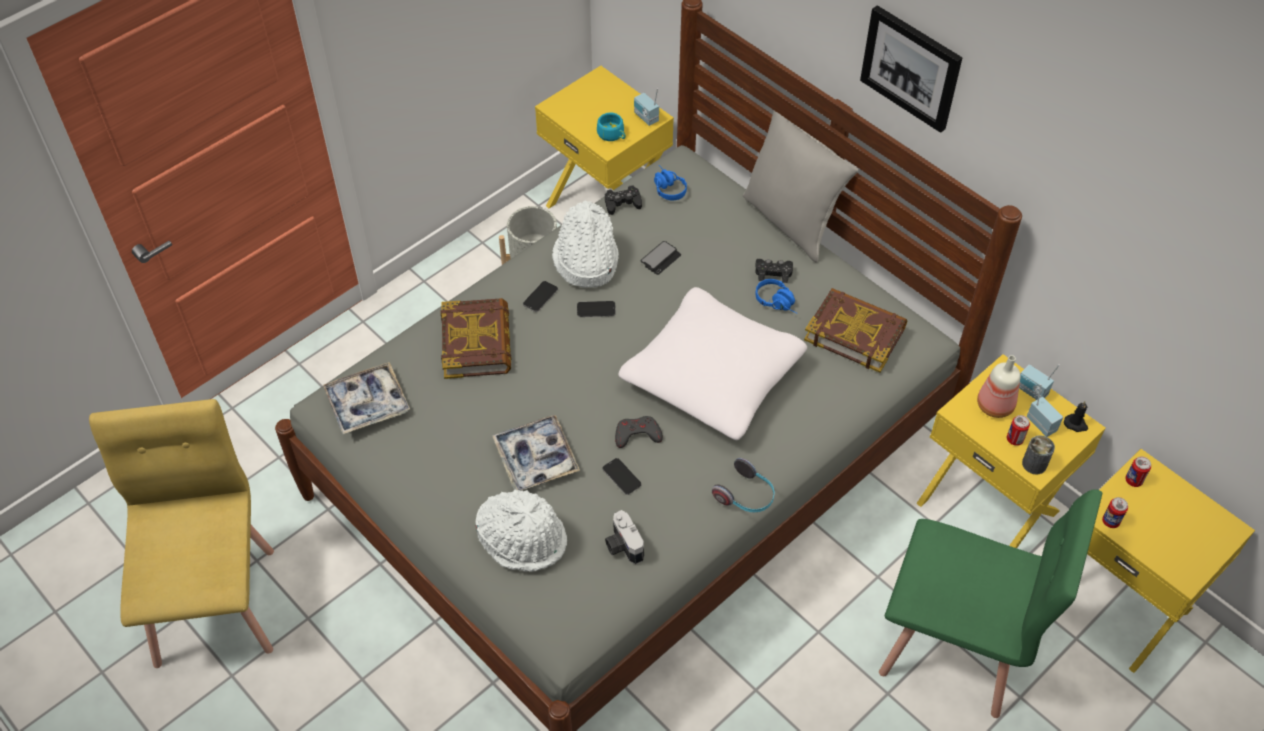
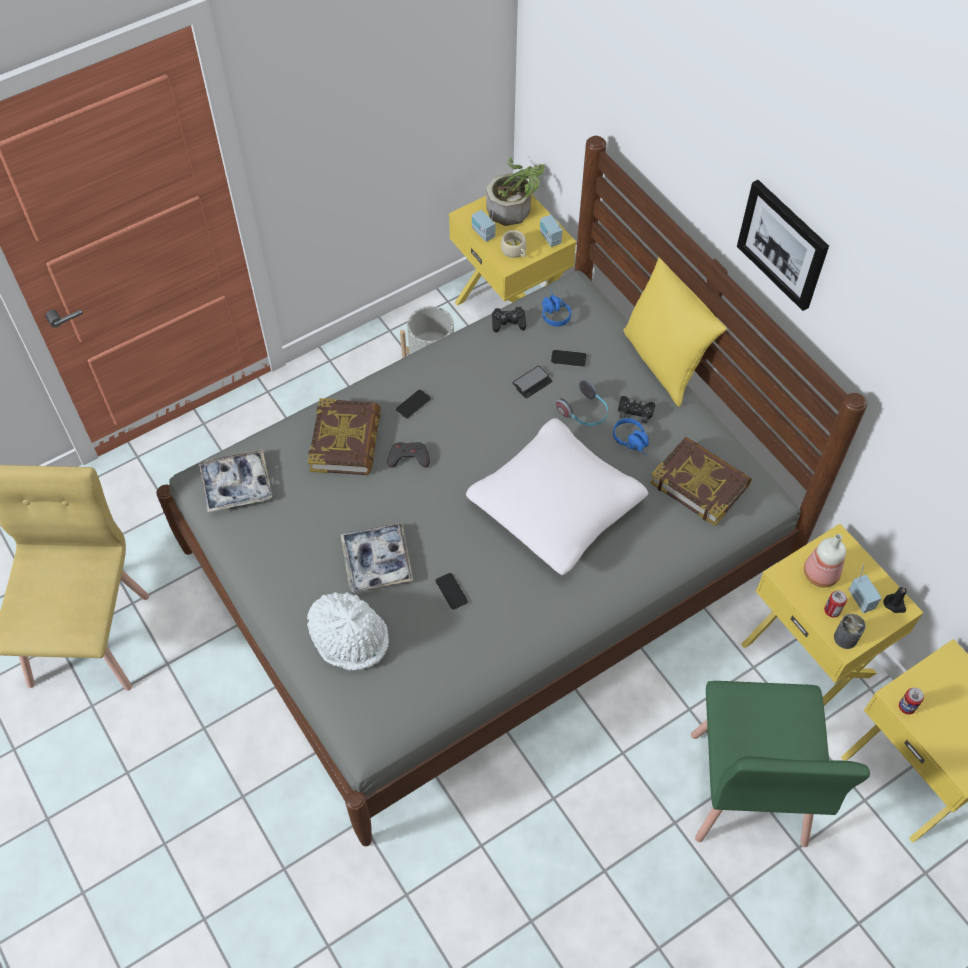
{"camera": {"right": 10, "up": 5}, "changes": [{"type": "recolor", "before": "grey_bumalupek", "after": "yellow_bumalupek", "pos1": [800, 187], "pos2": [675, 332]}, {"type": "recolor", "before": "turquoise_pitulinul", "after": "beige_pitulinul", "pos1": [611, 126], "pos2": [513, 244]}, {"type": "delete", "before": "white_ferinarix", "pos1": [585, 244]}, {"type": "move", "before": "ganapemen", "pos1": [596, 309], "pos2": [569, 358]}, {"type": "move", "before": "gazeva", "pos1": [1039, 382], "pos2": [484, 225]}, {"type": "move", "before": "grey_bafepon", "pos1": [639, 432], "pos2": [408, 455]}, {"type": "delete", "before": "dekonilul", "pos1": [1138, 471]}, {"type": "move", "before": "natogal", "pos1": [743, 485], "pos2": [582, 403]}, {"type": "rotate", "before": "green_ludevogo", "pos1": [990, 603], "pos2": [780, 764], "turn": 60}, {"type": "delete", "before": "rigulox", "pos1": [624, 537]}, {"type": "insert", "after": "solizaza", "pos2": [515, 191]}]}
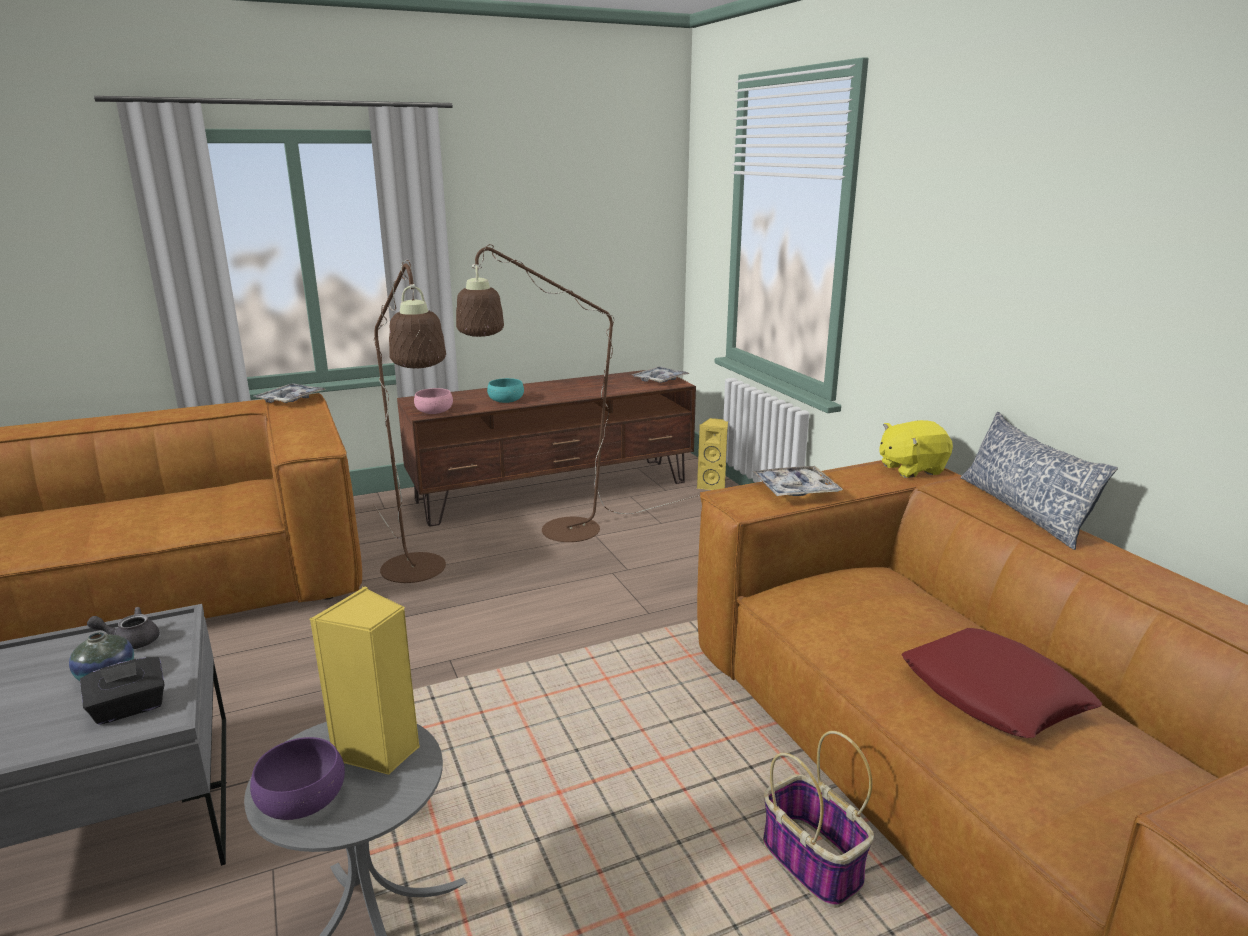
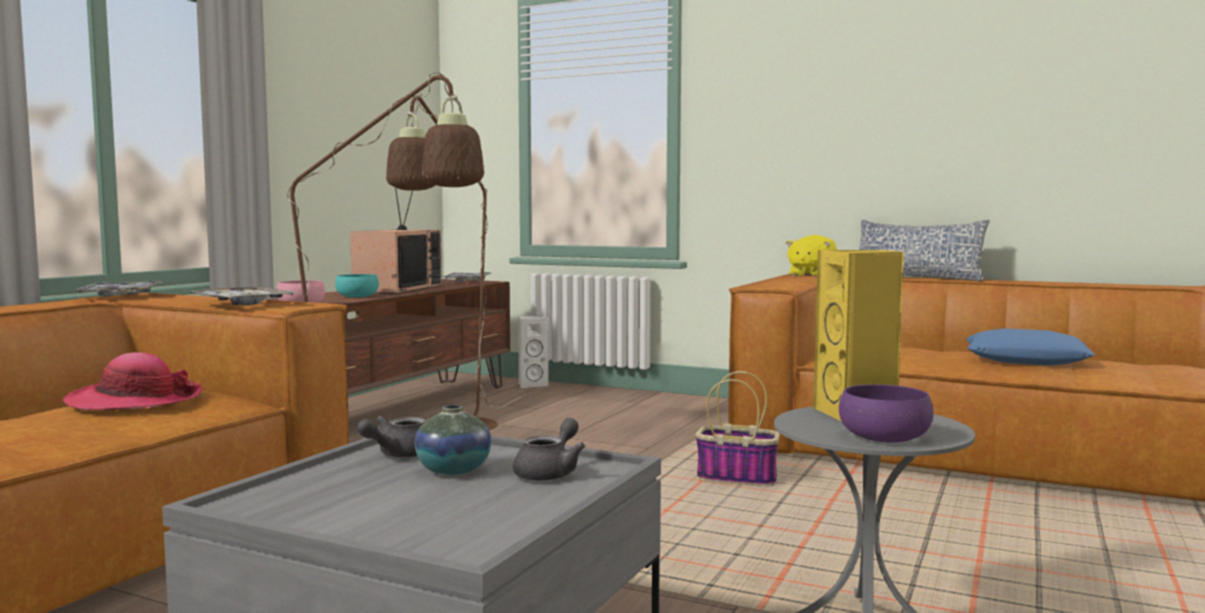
{"camera": {"right": -40, "up": -15}, "changes": [{"type": "recolor", "before": "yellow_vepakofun", "after": "white_vepakofun", "pos1": [712, 454], "pos2": [533, 351]}, {"type": "move", "before": "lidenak", "pos1": [798, 481], "pos2": [243, 296]}, {"type": "recolor", "before": "red_bumalupek", "after": "blue_bumalupek", "pos1": [1002, 683], "pos2": [1031, 347]}, {"type": "replace", "before": "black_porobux", "after": "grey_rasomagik", "pos1": [122, 691], "pos2": [549, 449]}, {"type": "move", "before": "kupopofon", "pos1": [818, 819], "pos2": [738, 429]}, {"type": "insert", "after": "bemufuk", "pos2": [396, 241]}, {"type": "insert", "after": "ferinarix", "pos2": [133, 381]}]}
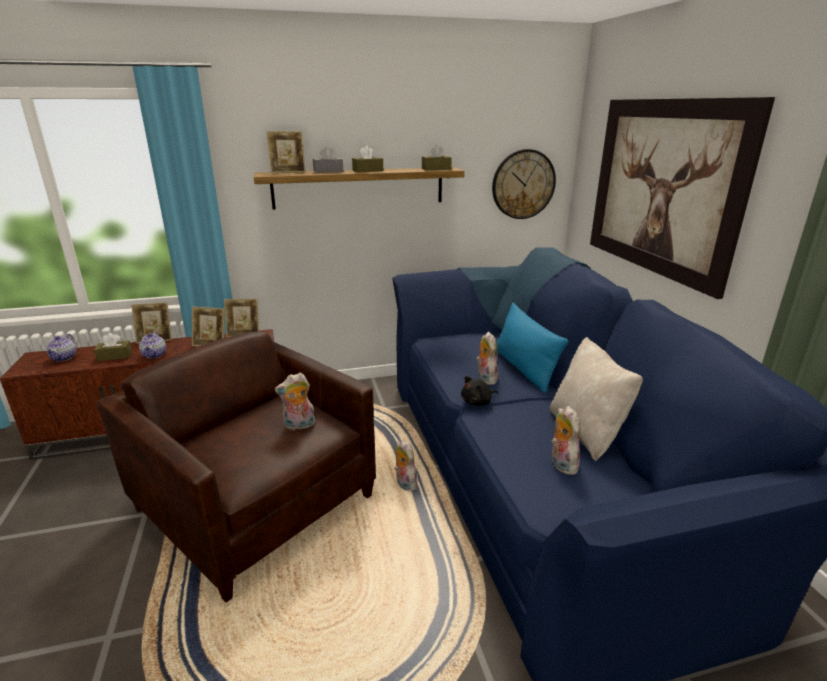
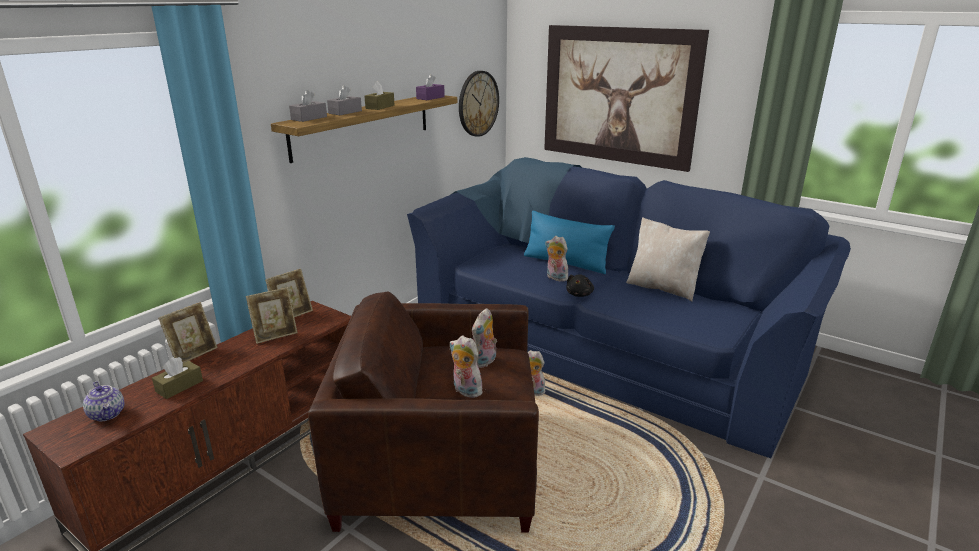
{"camera": {"right": -40, "up": 0}, "changes": [{"type": "replace", "before": "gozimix", "after": "grey_porobux", "pos1": [286, 152], "pos2": [308, 106]}, {"type": "recolor", "before": "brown_porobux", "after": "purple_porobux", "pos1": [437, 157], "pos2": [430, 87]}, {"type": "delete", "before": "rasomagik", "pos1": [152, 344]}, {"type": "move", "before": "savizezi", "pos1": [566, 440], "pos2": [467, 367]}]}
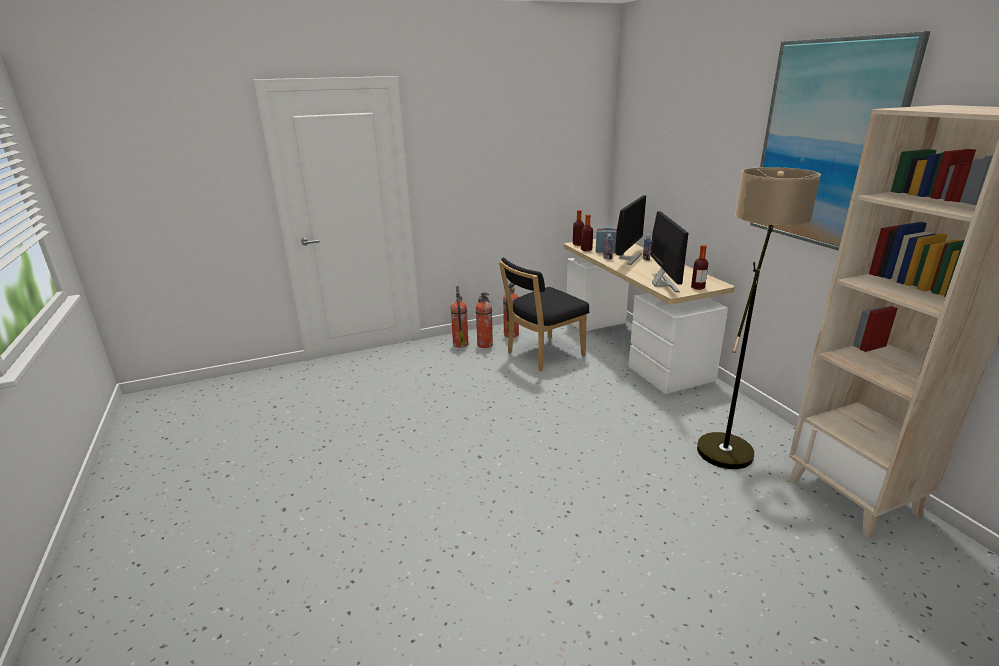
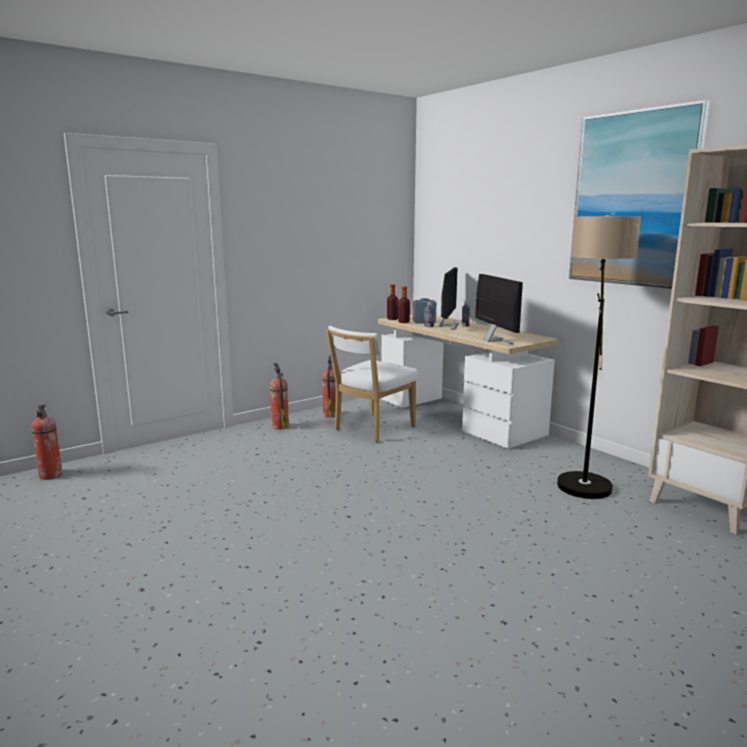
{"camera": {"right": -15, "up": -10}, "changes": [{"type": "delete", "before": "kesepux", "pos1": [700, 267]}, {"type": "recolor", "before": "black_ludevogo", "after": "white_ludevogo", "pos1": [544, 315], "pos2": [372, 384]}, {"type": "move", "before": "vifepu", "pos1": [484, 320], "pos2": [47, 442]}]}
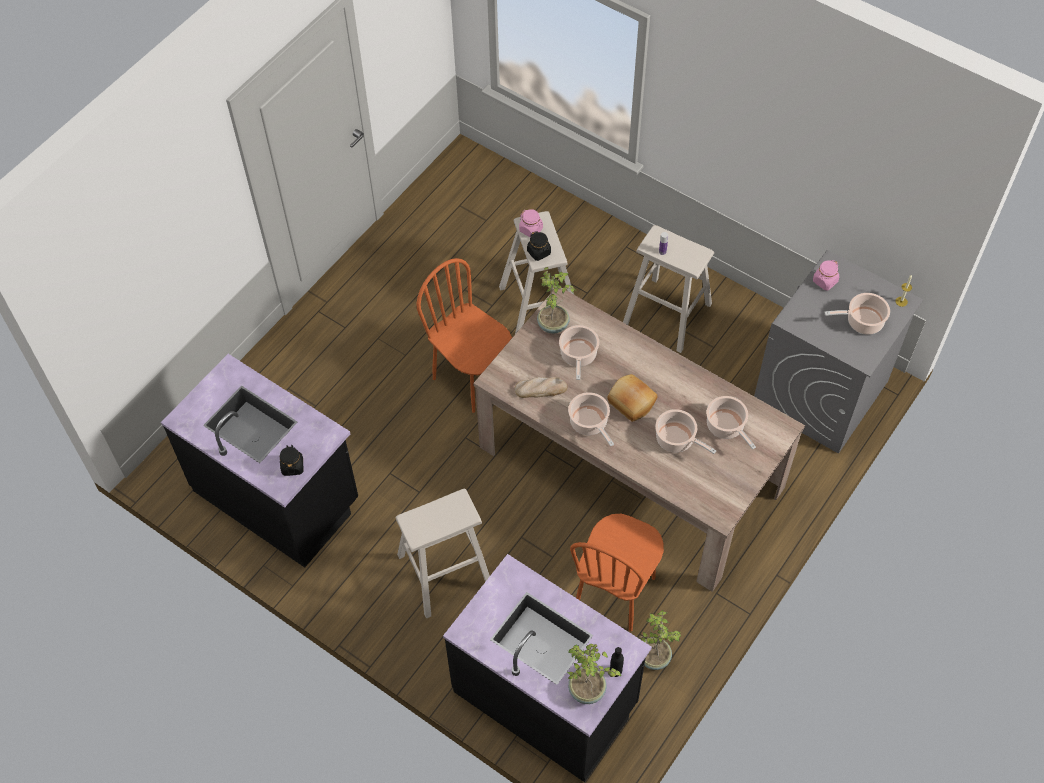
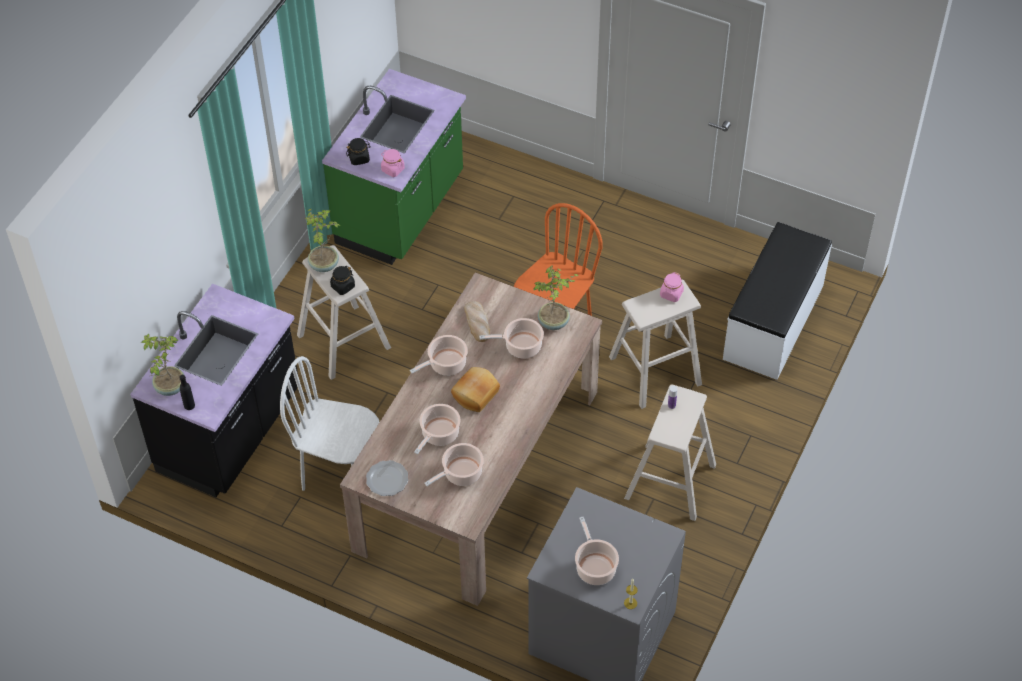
{"camera": {"right": 80, "up": -5}, "changes": [{"type": "move", "before": "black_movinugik", "pos1": [539, 246], "pos2": [342, 280]}, {"type": "move", "before": "pink_movinugik", "pos1": [826, 275], "pos2": [393, 163]}, {"type": "recolor", "before": "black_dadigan", "after": "green_dadigan", "pos1": [259, 460], "pos2": [394, 167]}, {"type": "recolor", "before": "orange_ludevogo", "after": "white_ludevogo", "pos1": [617, 573], "pos2": [329, 423]}, {"type": "move", "before": "solizaza", "pos1": [659, 640], "pos2": [322, 240]}, {"type": "insert", "after": "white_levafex", "pos2": [777, 301]}, {"type": "insert", "after": "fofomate", "pos2": [387, 478]}]}
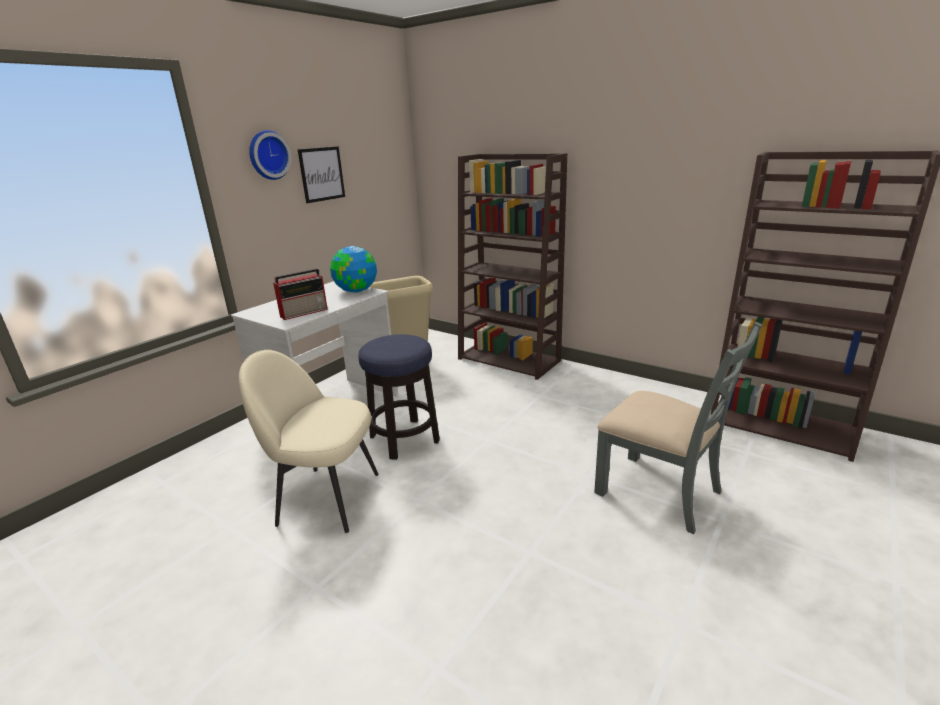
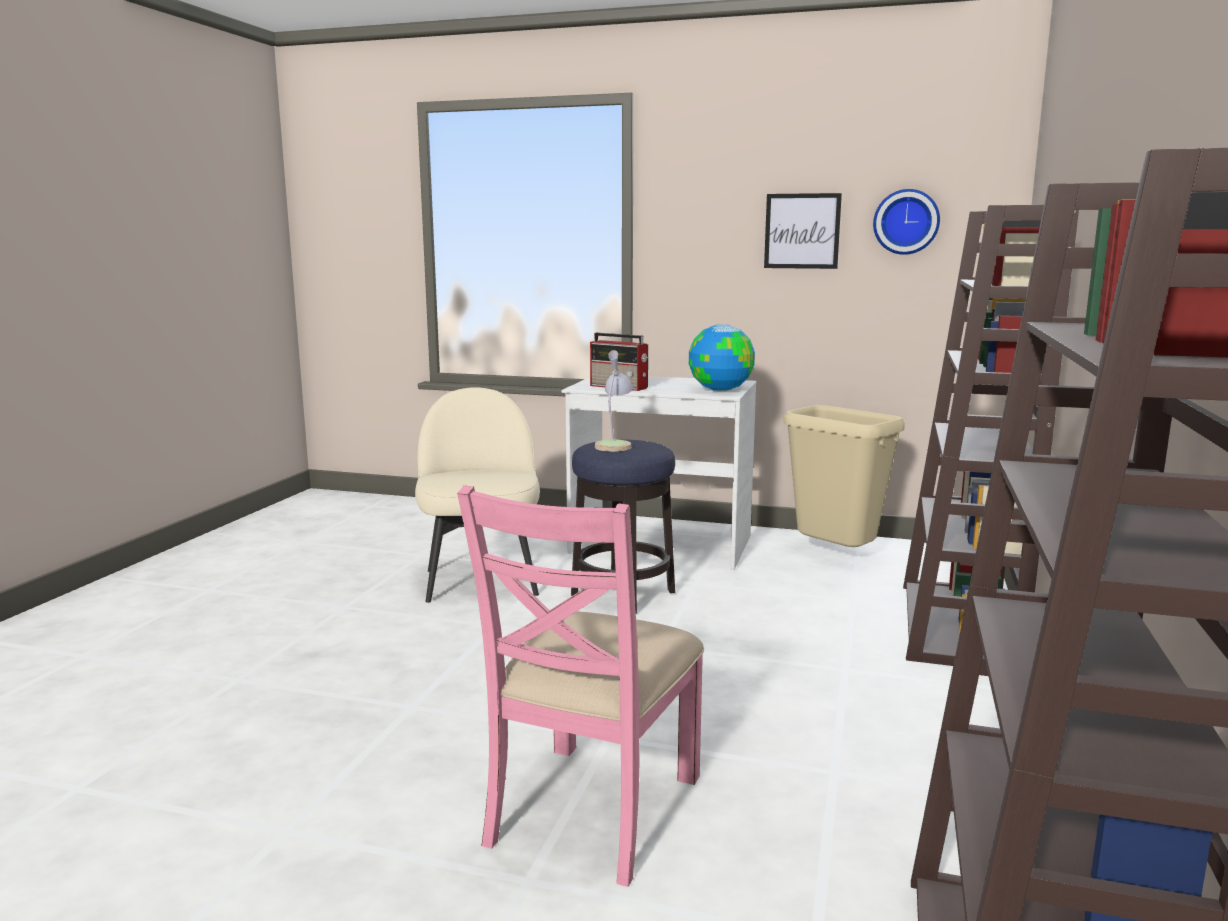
{"camera": {"right": 70, "up": -10}, "changes": [{"type": "move", "before": "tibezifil", "pos1": [270, 155], "pos2": [906, 222]}, {"type": "recolor", "before": "grey_ludevogo", "after": "pink_ludevogo", "pos1": [678, 428], "pos2": [580, 686]}, {"type": "insert", "after": "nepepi", "pos2": [614, 401]}]}
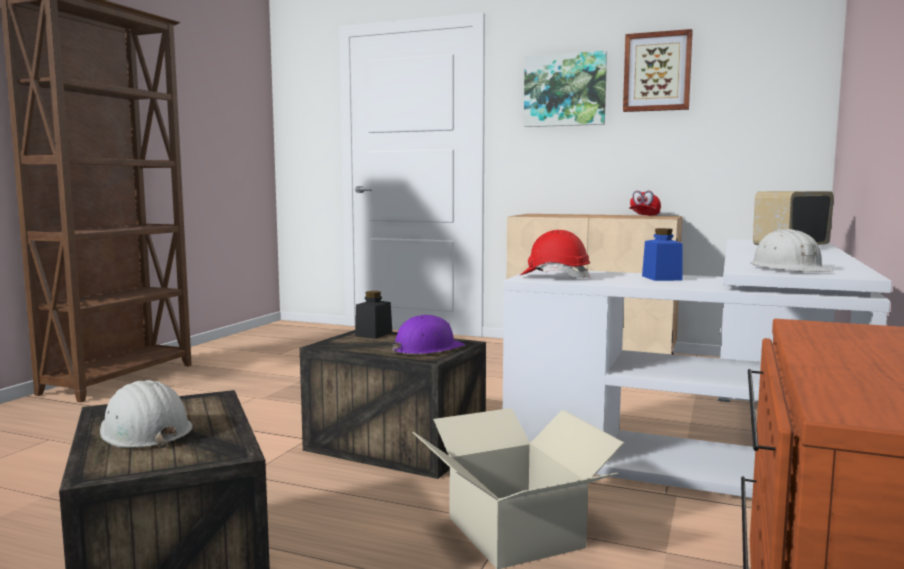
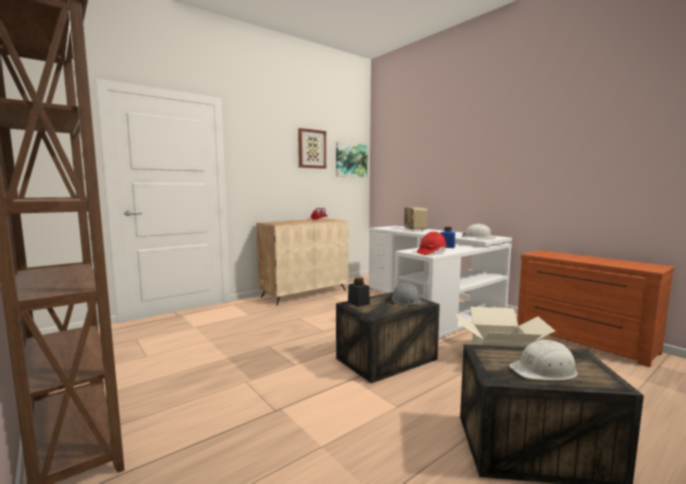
{"camera": {"right": -60, "up": 0}, "changes": [{"type": "move", "before": "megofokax", "pos1": [565, 89], "pos2": [352, 160]}, {"type": "recolor", "before": "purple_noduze", "after": "grey_noduze", "pos1": [429, 334], "pos2": [406, 294]}]}
